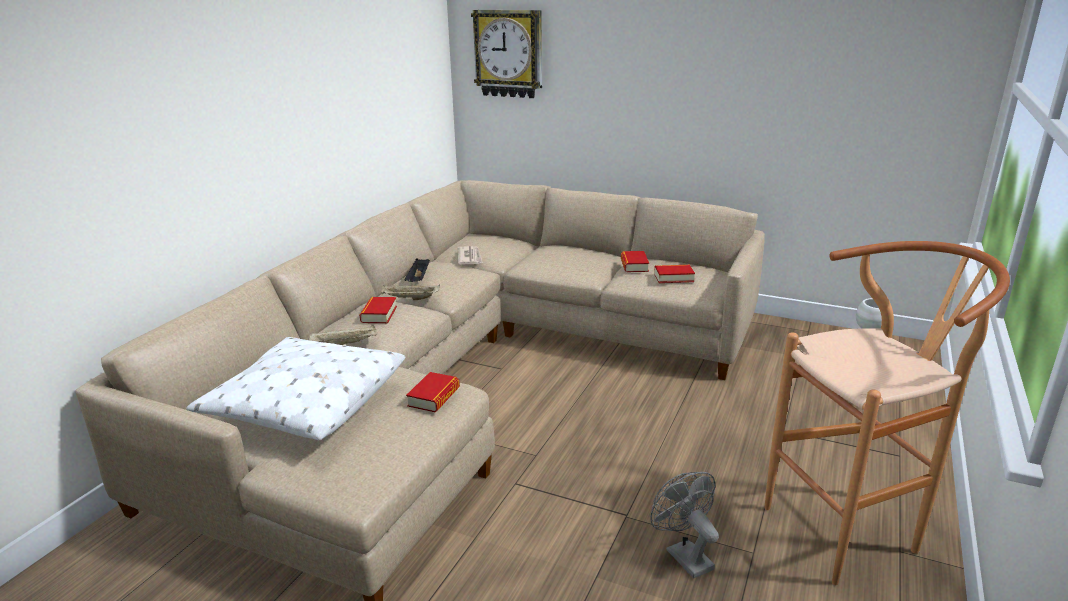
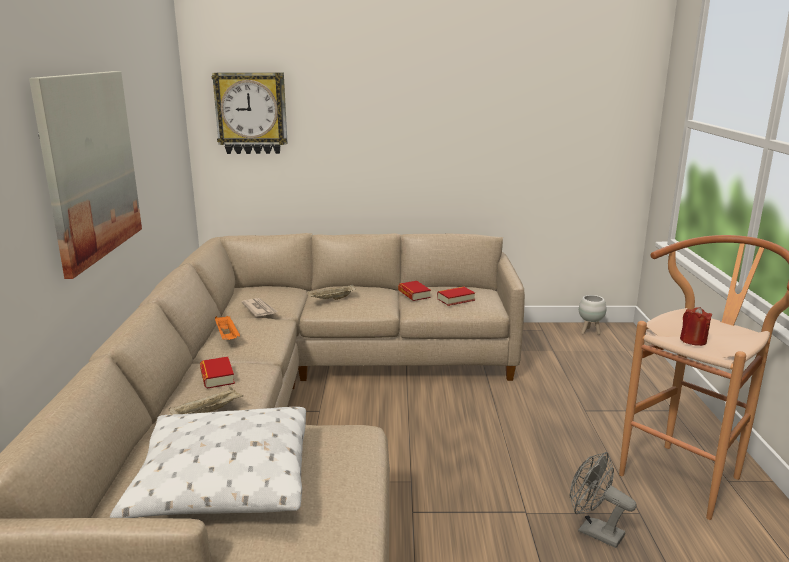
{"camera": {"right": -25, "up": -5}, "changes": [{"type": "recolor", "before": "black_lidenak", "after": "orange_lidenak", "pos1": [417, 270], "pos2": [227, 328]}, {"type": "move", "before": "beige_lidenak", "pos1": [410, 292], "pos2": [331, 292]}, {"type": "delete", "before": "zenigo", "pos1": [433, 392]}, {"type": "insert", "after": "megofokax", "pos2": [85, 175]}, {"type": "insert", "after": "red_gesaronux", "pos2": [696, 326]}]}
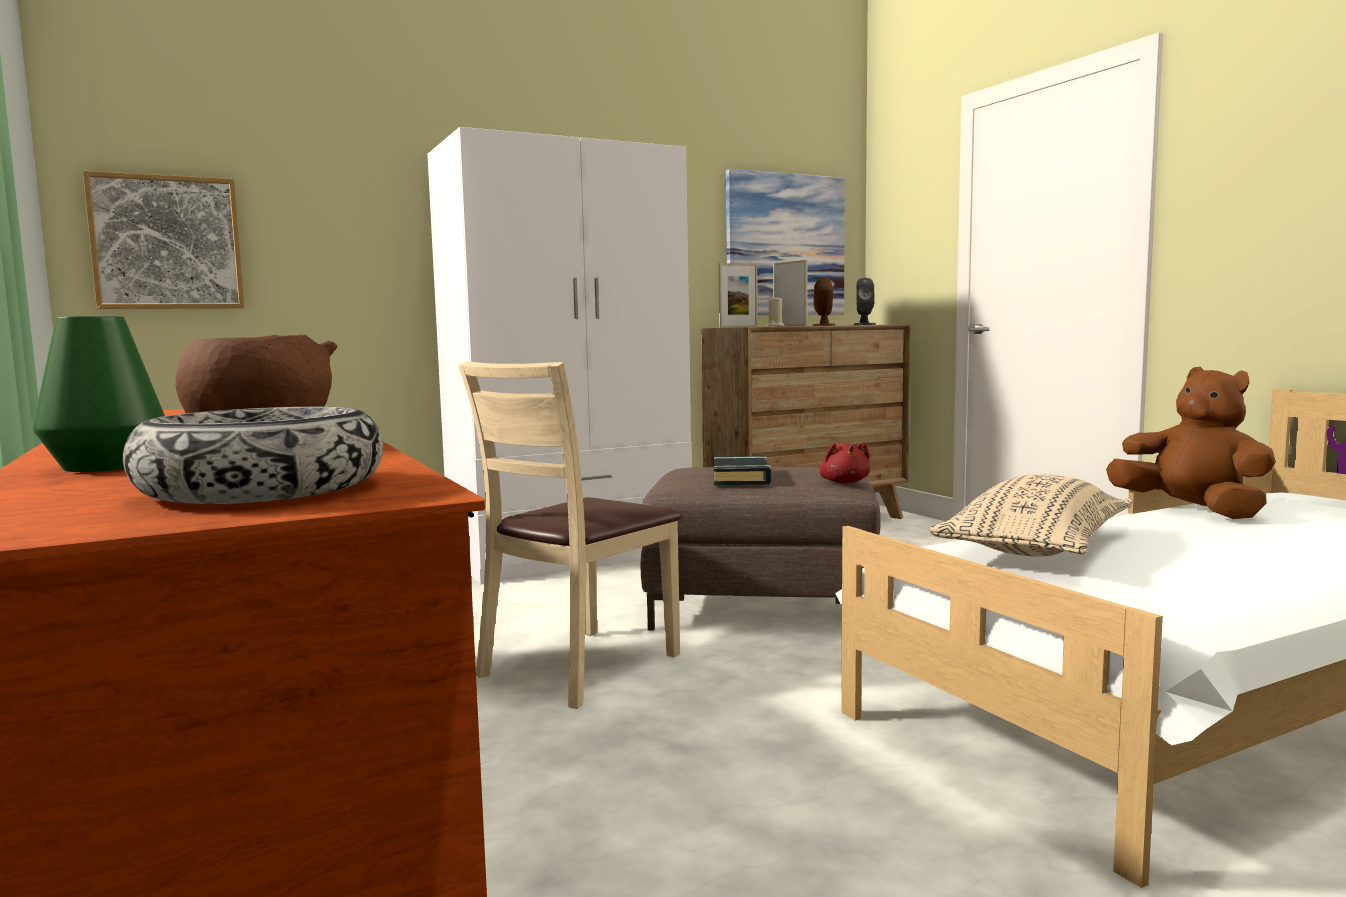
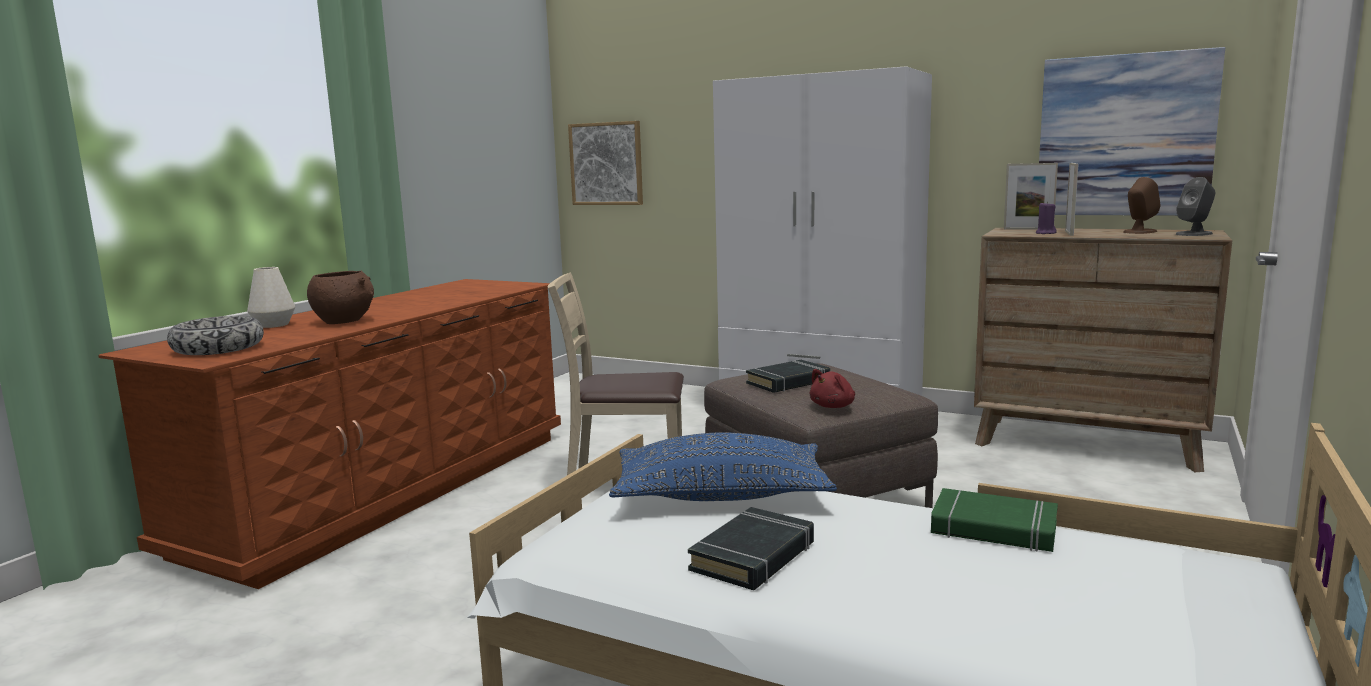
{"camera": {"right": 55, "up": 5}, "changes": [{"type": "recolor", "before": "beige_gesaronux", "after": "purple_gesaronux", "pos1": [775, 311], "pos2": [1046, 217]}, {"type": "recolor", "before": "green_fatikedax", "after": "white_fatikedax", "pos1": [98, 394], "pos2": [271, 297]}, {"type": "replace", "before": "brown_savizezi", "after": "green_zenigo", "pos1": [1191, 443], "pos2": [994, 520]}, {"type": "recolor", "before": "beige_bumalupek", "after": "blue_bumalupek", "pos1": [1031, 515], "pos2": [723, 466]}, {"type": "insert", "after": "black_zenigo", "pos2": [751, 548]}]}
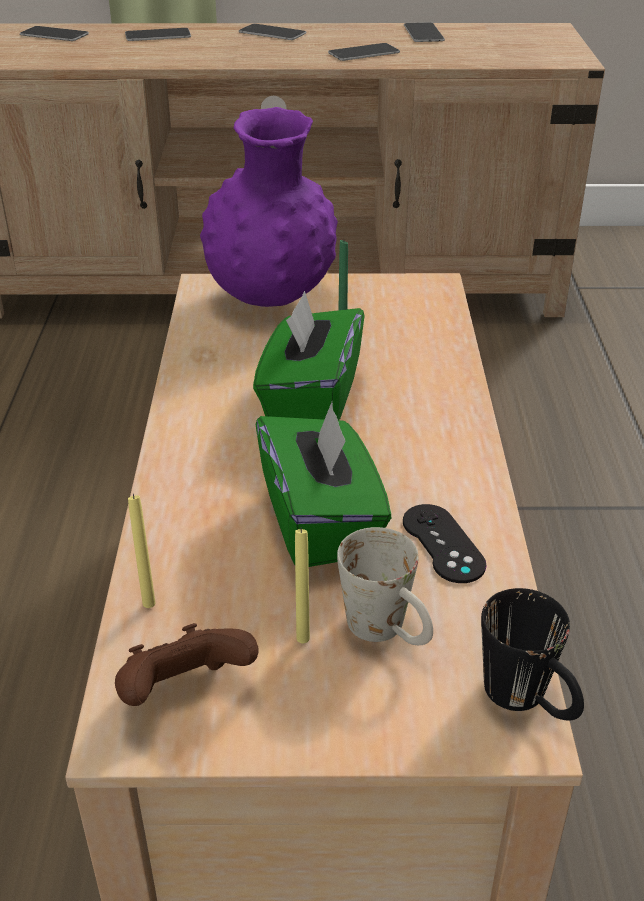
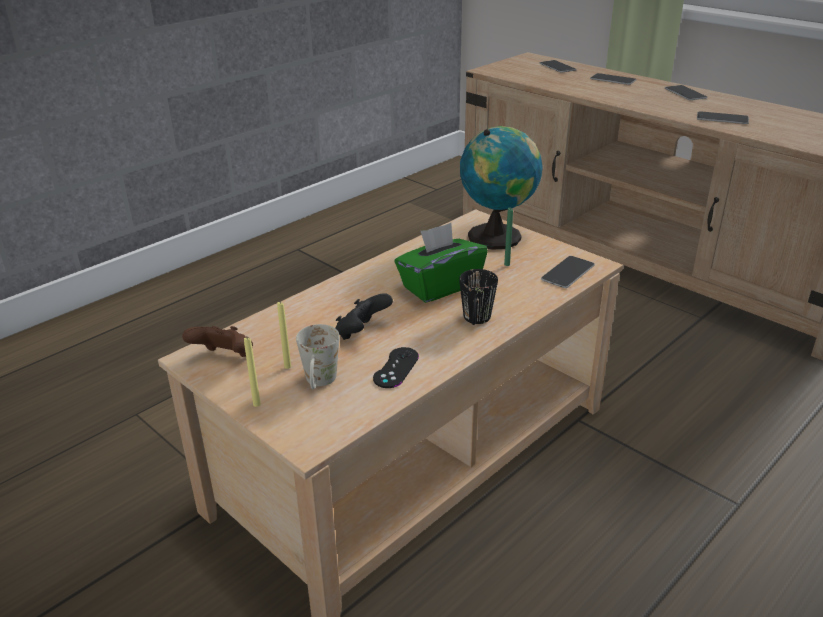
{"camera": {"right": 45, "up": -5}, "changes": [{"type": "move", "before": "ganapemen", "pos1": [424, 32], "pos2": [568, 272]}, {"type": "replace", "before": "purple_fatikedax", "after": "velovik", "pos1": [269, 207], "pos2": [501, 188]}, {"type": "replace", "before": "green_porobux", "after": "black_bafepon", "pos1": [323, 484], "pos2": [364, 316]}, {"type": "move", "before": "yellow_gesaronux", "pos1": [142, 551], "pos2": [252, 372]}, {"type": "move", "before": "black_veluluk", "pos1": [532, 654], "pos2": [478, 297]}]}
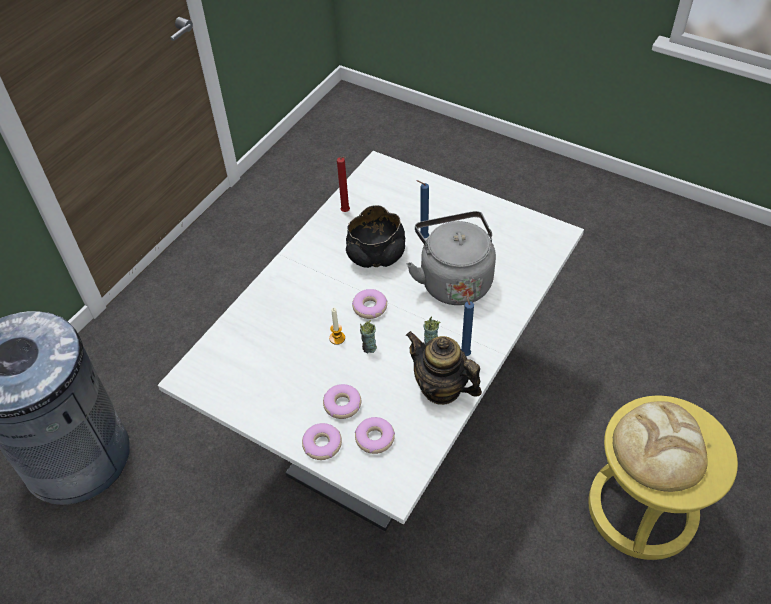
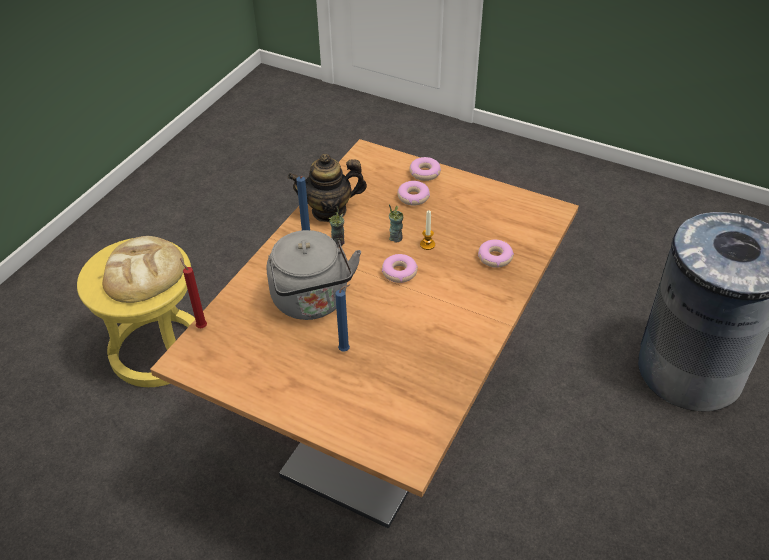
{"camera": {"right": 175, "up": -5}, "changes": [{"type": "recolor", "before": "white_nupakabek", "after": "brown_nupakabek", "pos1": [371, 341], "pos2": [364, 334]}, {"type": "move", "before": "red_gesaronux", "pos1": [343, 184], "pos2": [193, 293]}, {"type": "delete", "before": "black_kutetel", "pos1": [375, 236]}, {"type": "rotate", "before": "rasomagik", "pos1": [444, 368], "pos2": [327, 188], "turn": 135}, {"type": "move", "before": "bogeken", "pos1": [375, 435], "pos2": [496, 254]}]}
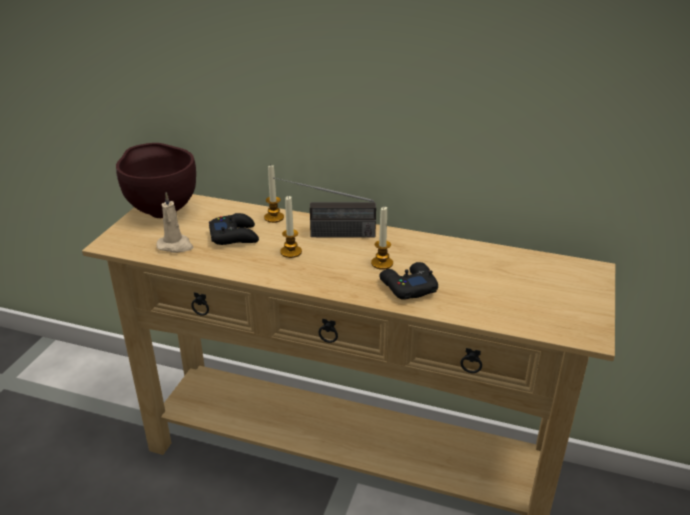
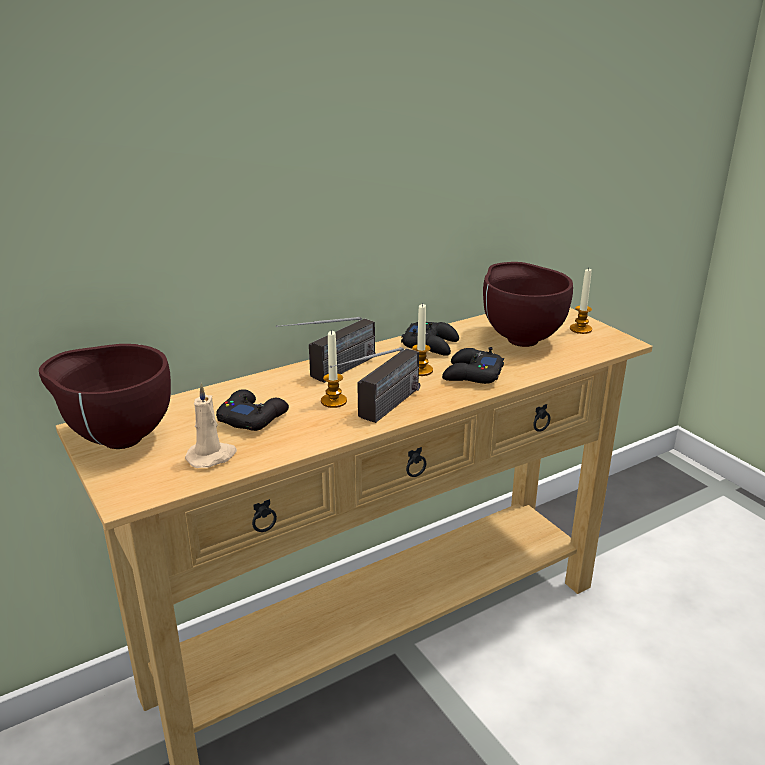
{"camera": {"right": -50, "up": -5}, "changes": [{"type": "move", "before": "gesaronux", "pos1": [274, 194], "pos2": [581, 301]}, {"type": "insert", "after": "brown_kutetel", "pos2": [528, 304]}, {"type": "insert", "after": "black_bafepon", "pos2": [430, 339]}, {"type": "insert", "after": "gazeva", "pos2": [375, 385]}]}
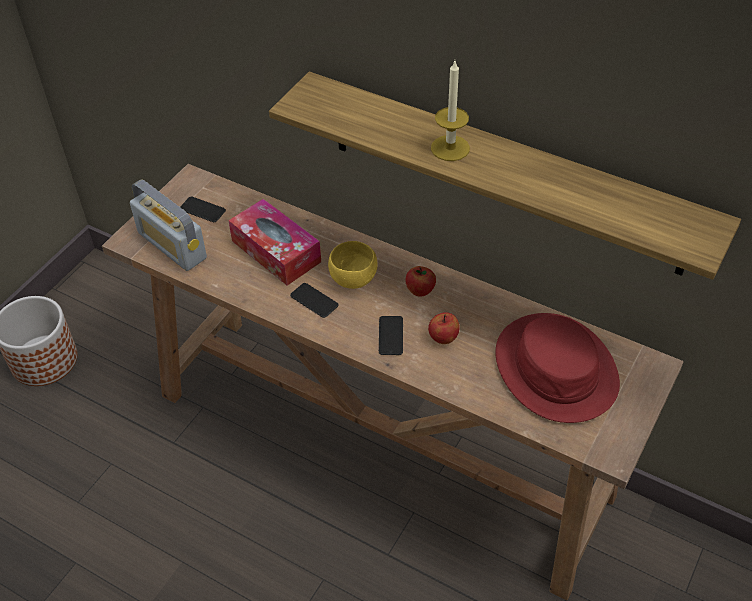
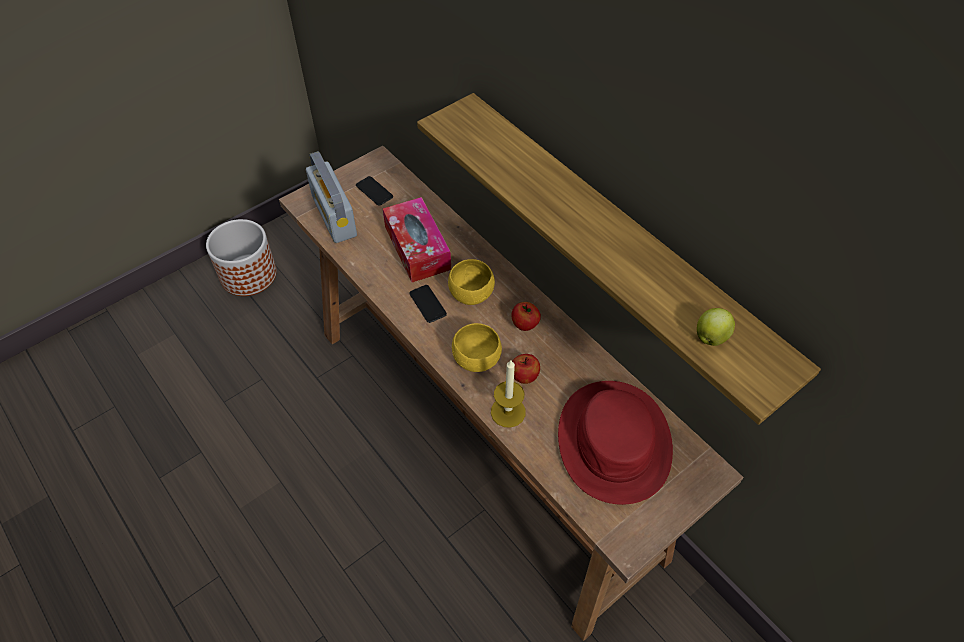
{"camera": {"right": 20, "up": 5}, "changes": [{"type": "move", "before": "gesaronux", "pos1": [450, 111], "pos2": [508, 394]}, {"type": "replace", "before": "ganapemen", "after": "yellow_kutetel", "pos1": [391, 335], "pos2": [477, 347]}, {"type": "insert", "after": "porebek", "pos2": [716, 327]}]}
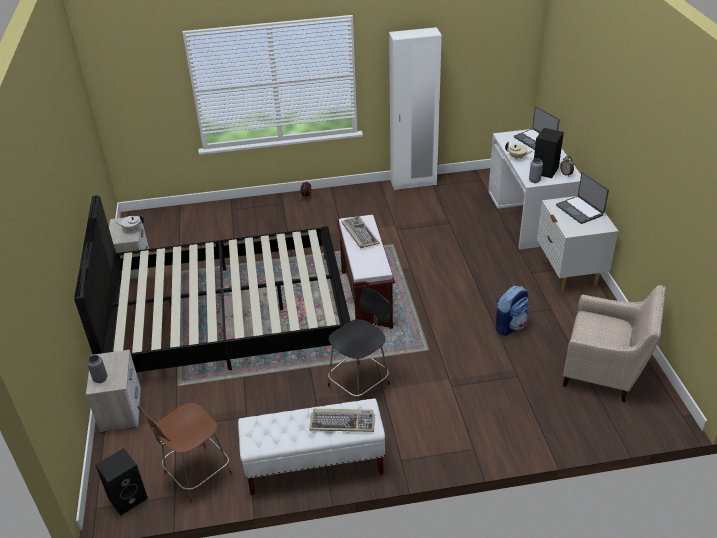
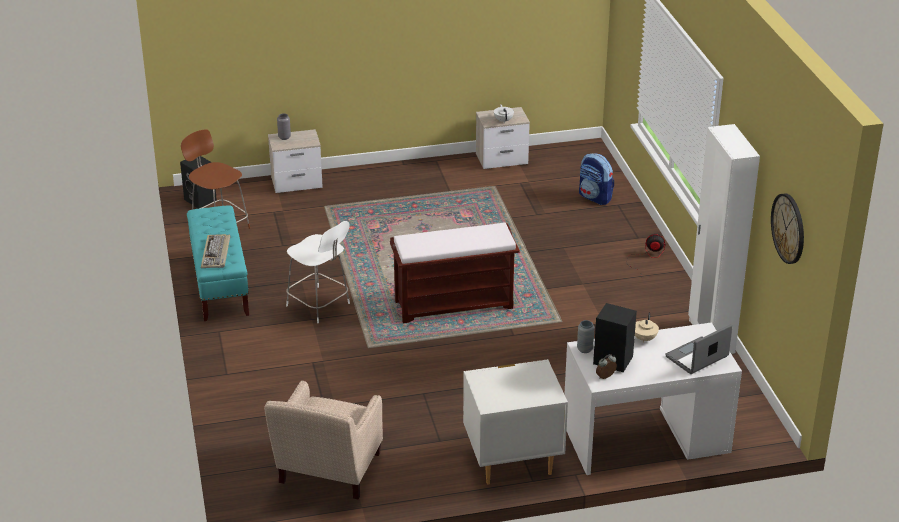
{"camera": {"right": 85, "up": -5}, "changes": [{"type": "delete", "before": "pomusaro", "pos1": [582, 198]}, {"type": "delete", "before": "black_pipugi", "pos1": [212, 283]}, {"type": "delete", "before": "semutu", "pos1": [360, 232]}, {"type": "move", "before": "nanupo", "pos1": [512, 311], "pos2": [596, 179]}, {"type": "recolor", "before": "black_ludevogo", "after": "white_ludevogo", "pos1": [360, 344], "pos2": [318, 272]}, {"type": "recolor", "before": "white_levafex", "after": "turquoise_levafex", "pos1": [312, 446], "pos2": [218, 263]}, {"type": "insert", "after": "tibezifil", "pos2": [787, 228]}]}
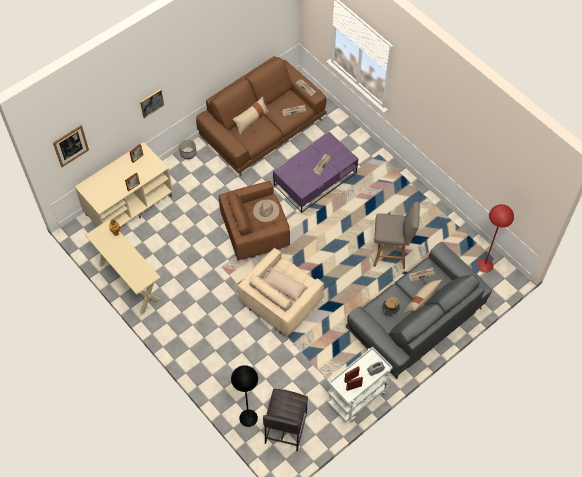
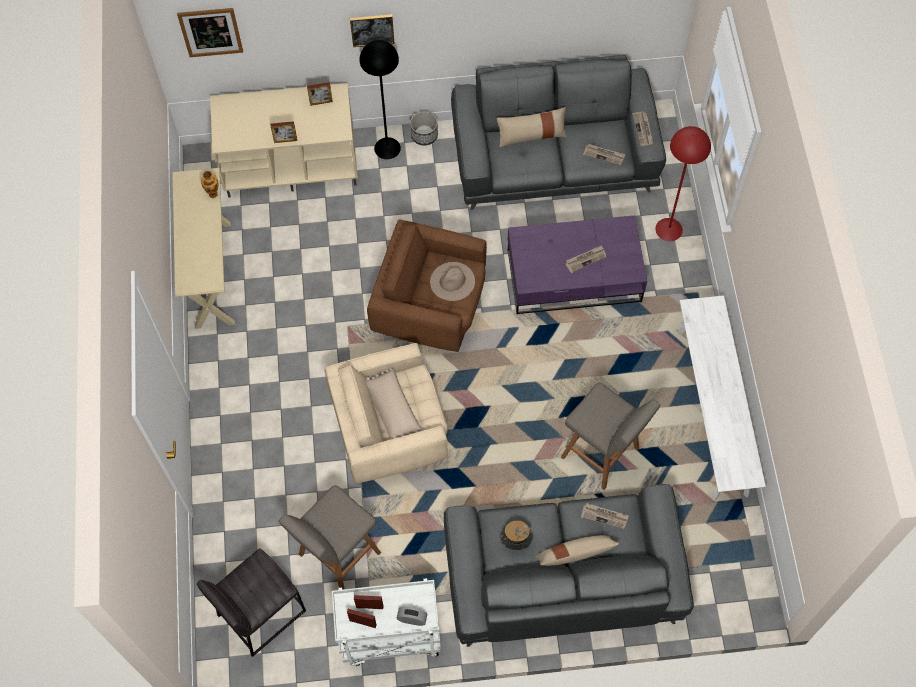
{"camera": {"right": 35, "up": 5}, "changes": [{"type": "recolor", "before": "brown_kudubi", "after": "grey_kudubi", "pos1": [261, 116], "pos2": [558, 132]}, {"type": "move", "before": "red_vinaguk", "pos1": [495, 238], "pos2": [683, 183]}, {"type": "move", "before": "black_vinaguk", "pos1": [244, 396], "pos2": [380, 99]}, {"type": "insert", "after": "white_levafex", "pos2": [722, 398]}, {"type": "insert", "after": "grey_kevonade", "pos2": [330, 537]}]}
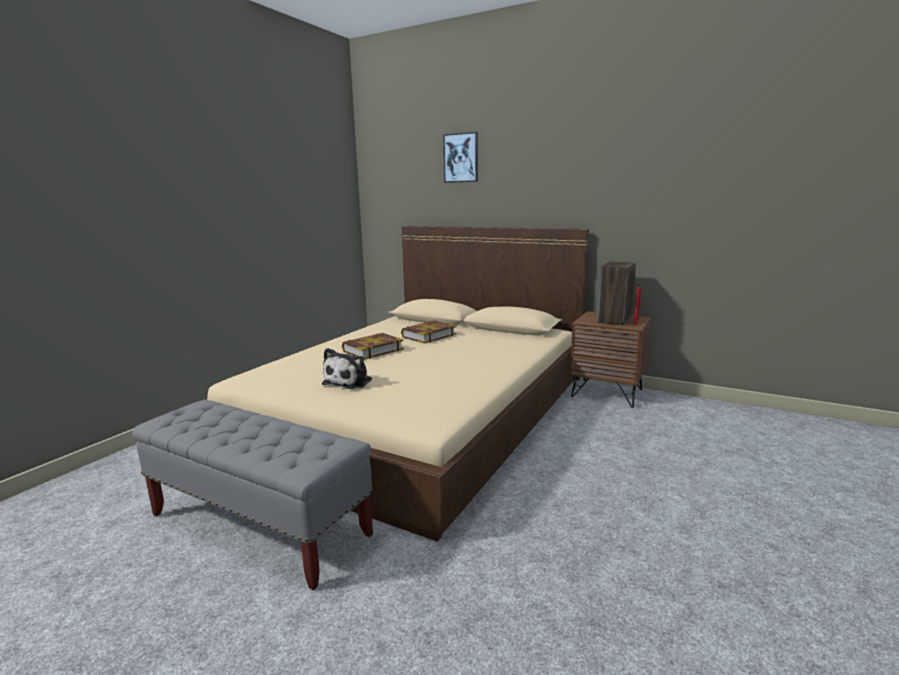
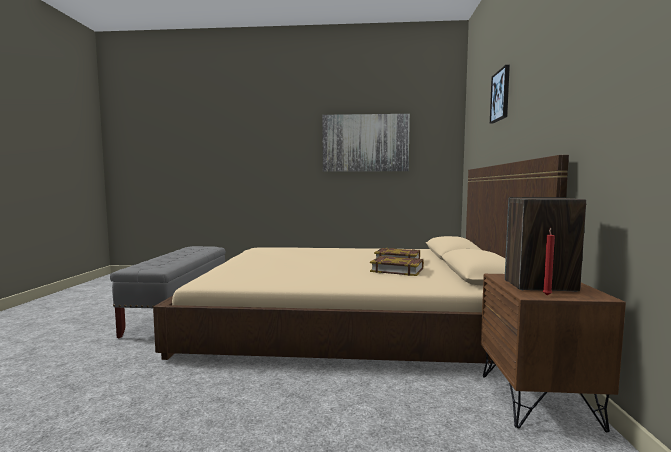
{"camera": {"right": 65, "up": -10}, "changes": [{"type": "move", "before": "zenigo", "pos1": [373, 346], "pos2": [397, 266]}, {"type": "delete", "before": "savizezi", "pos1": [347, 368]}, {"type": "insert", "after": "megofokax", "pos2": [366, 143]}]}
